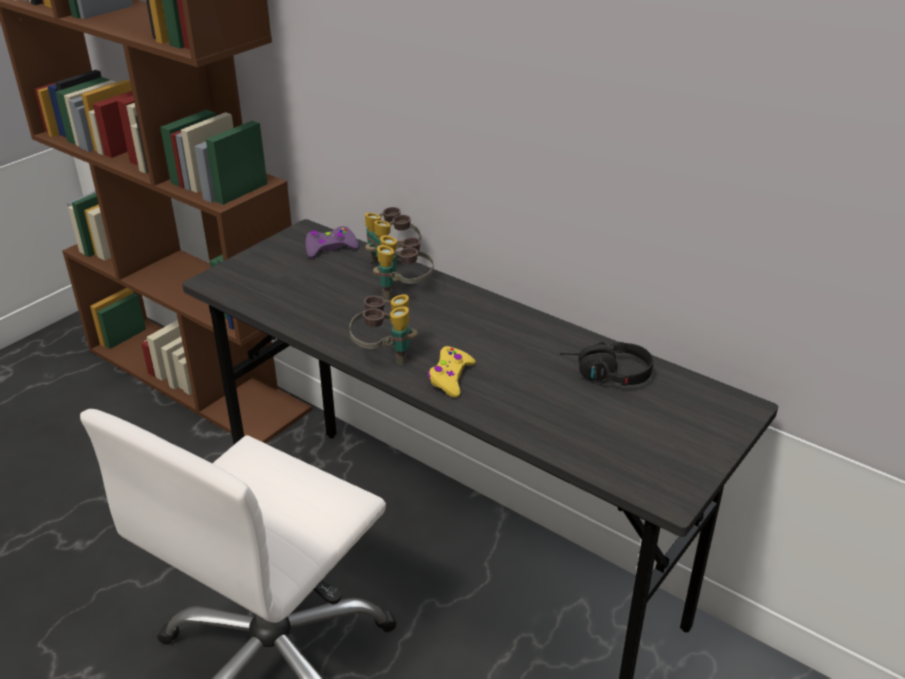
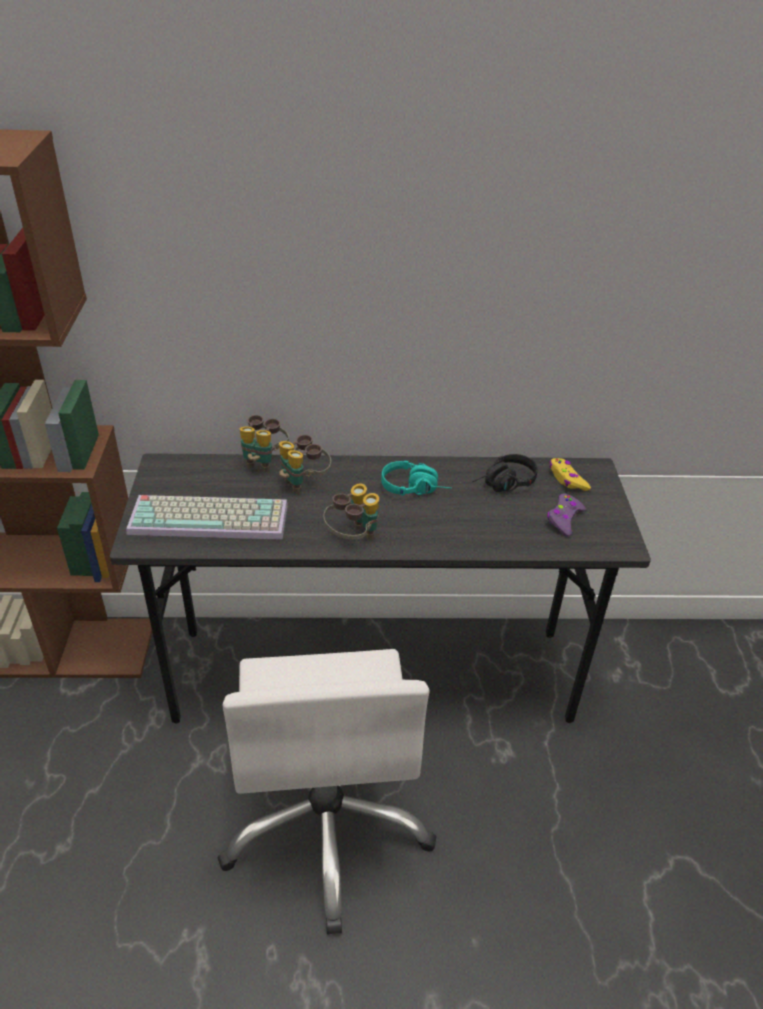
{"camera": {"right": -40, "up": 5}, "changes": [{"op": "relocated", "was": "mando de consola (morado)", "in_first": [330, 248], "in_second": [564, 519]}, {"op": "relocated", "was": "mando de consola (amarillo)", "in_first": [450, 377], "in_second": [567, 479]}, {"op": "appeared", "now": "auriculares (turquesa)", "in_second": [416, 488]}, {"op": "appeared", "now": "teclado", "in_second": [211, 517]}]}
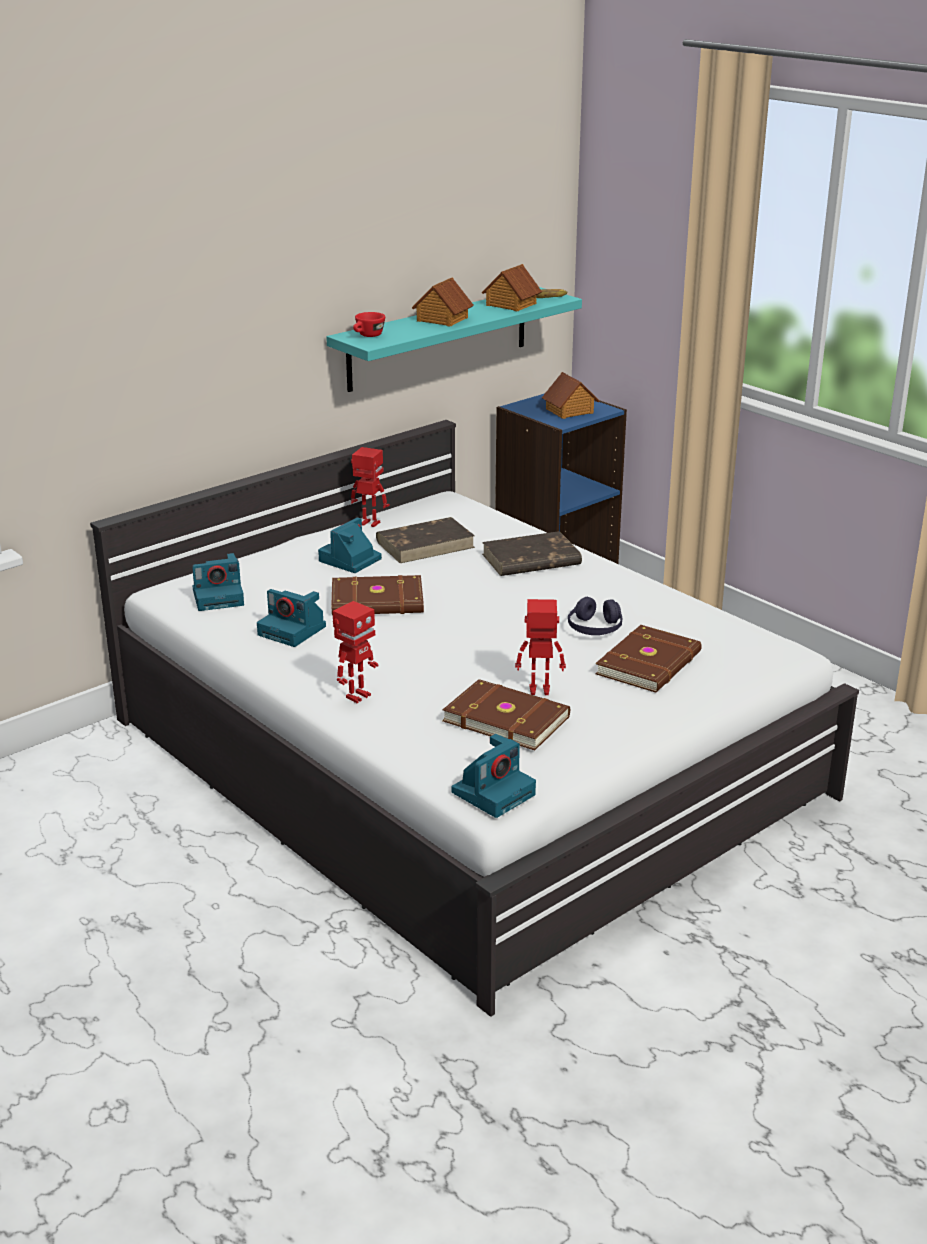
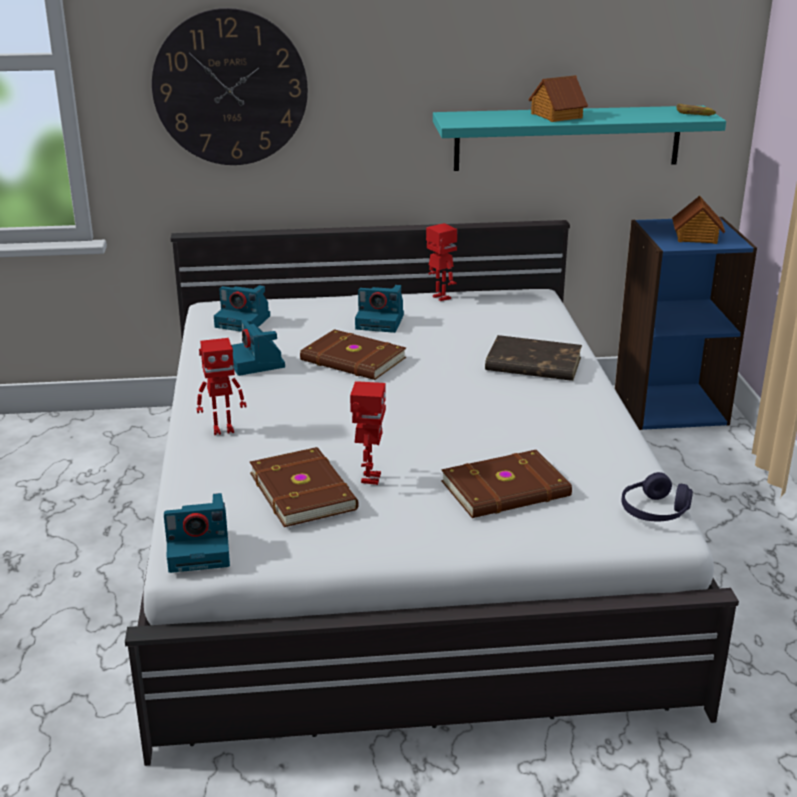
{"camera": {"right": 35, "up": 0}, "changes": [{"op": "missing", "was": "casita", "in_first": [510, 304]}, {"op": "missing", "was": "taza (rojo)", "in_first": [368, 336]}, {"op": "spun", "was": "cámara", "in_first": [349, 560], "in_second": [381, 322], "clockwise": -150}, {"op": "missing", "was": "libro (marrón)", "in_first": [426, 544]}, {"op": "relocated", "was": "auriculares (morado)", "in_first": [595, 628], "in_second": [654, 511]}, {"op": "spun", "was": "robot de juguete", "in_first": [539, 691], "in_second": [369, 478], "clockwise": 60}, {"op": "appeared", "now": "reloj de pared", "in_second": [230, 88]}]}
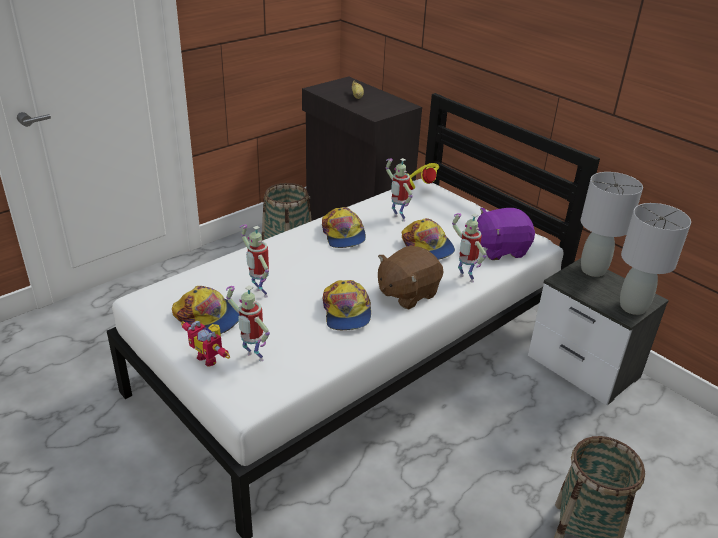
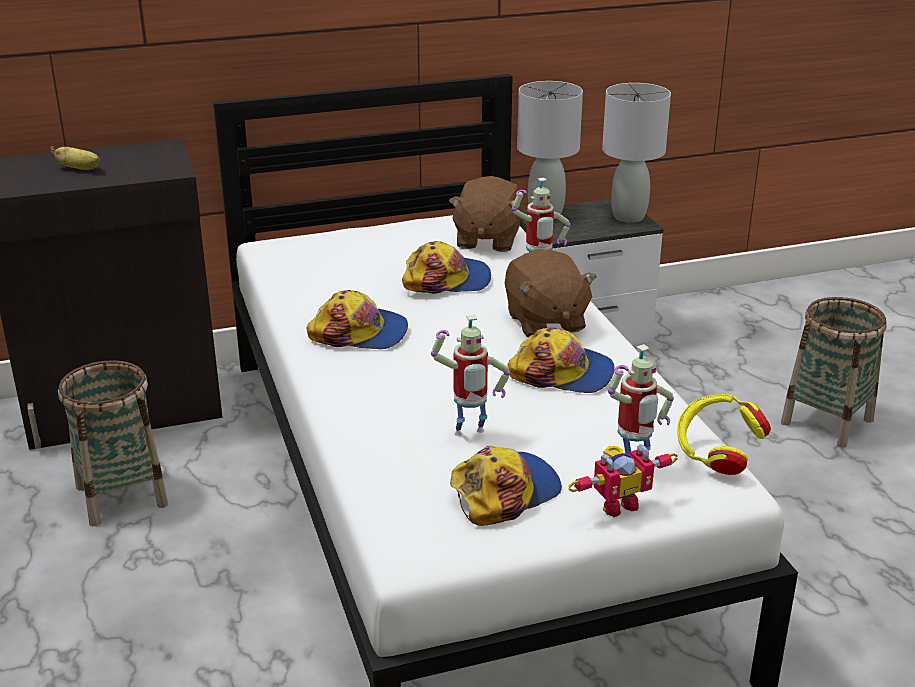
{"camera": {"right": -65, "up": -5}, "changes": [{"op": "missing", "was": "robot de juguete", "in_first": [397, 218]}, {"op": "relocated", "was": "auriculares (amarillo)", "in_first": [421, 186], "in_second": [716, 456]}, {"op": "colour", "was": "peluche (morado)", "now": "peluche (marrón)", "in_first": [499, 249], "in_second": [486, 240]}]}
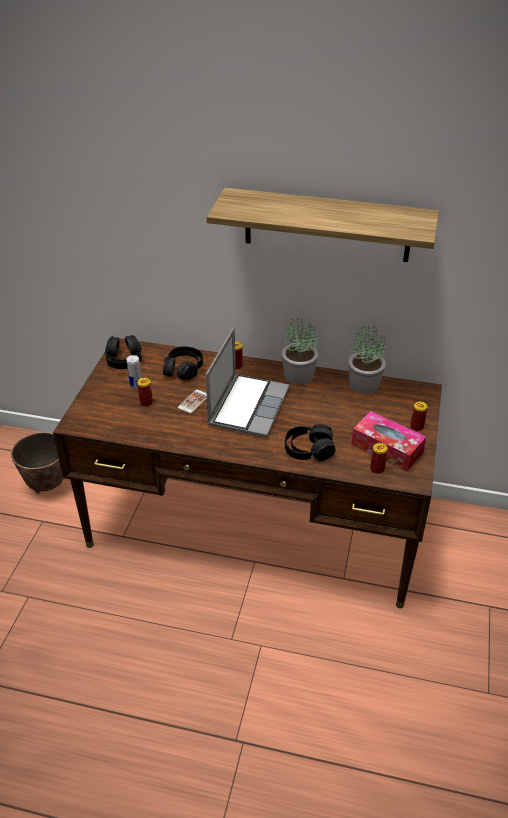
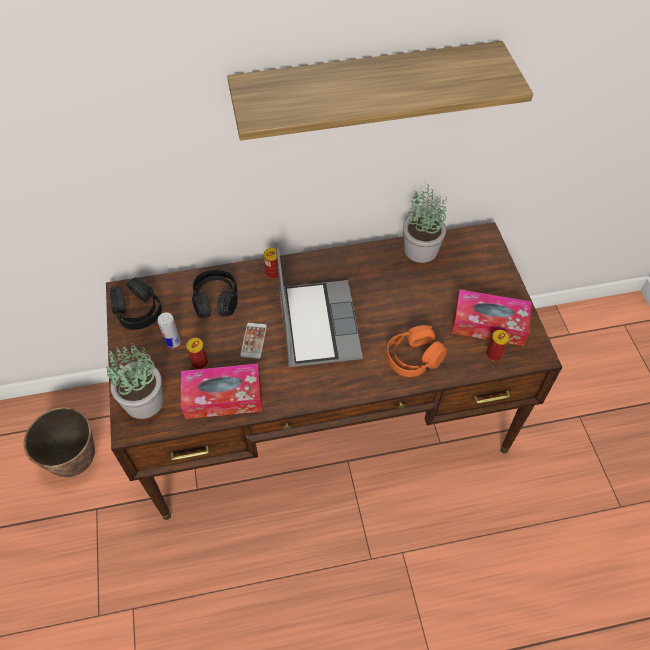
{"camera": {"right": -25, "up": 15}, "changes": [{"op": "relocated", "was": "planta en maceta", "in_first": [298, 375], "in_second": [144, 402]}, {"op": "missing", "was": "lata", "in_first": [416, 427]}, {"op": "colour", "was": "auriculares (negro)", "now": "auriculares (naranja)", "in_first": [308, 450], "in_second": [413, 357]}, {"op": "appeared", "now": "caja de pañuelos", "in_second": [223, 397]}]}
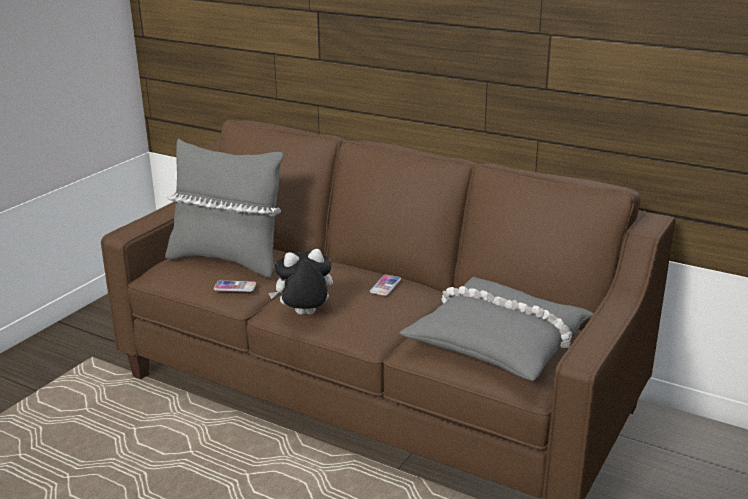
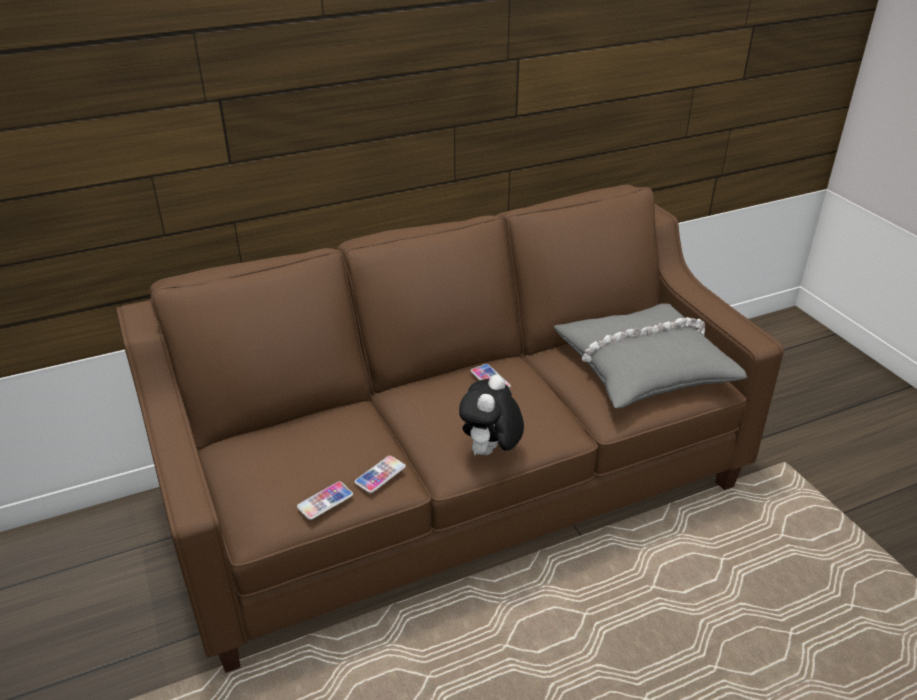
{"camera": {"right": -55, "up": 10}, "changes": [{"op": "missing", "was": "cojín (gris)", "in_first": [227, 260]}, {"op": "appeared", "now": "móvil", "in_second": [325, 501]}]}
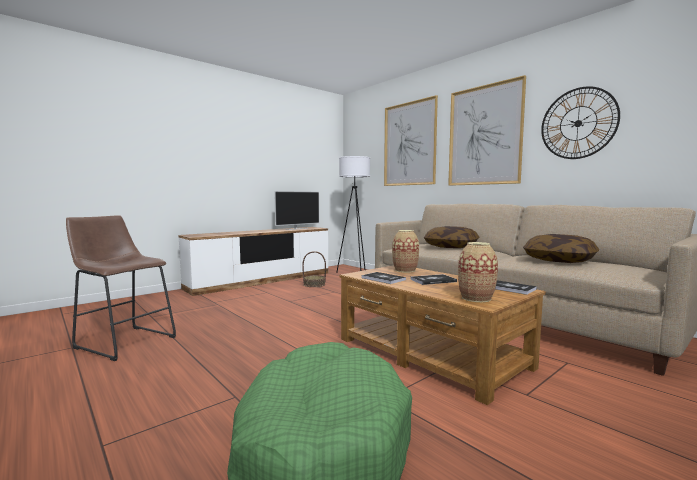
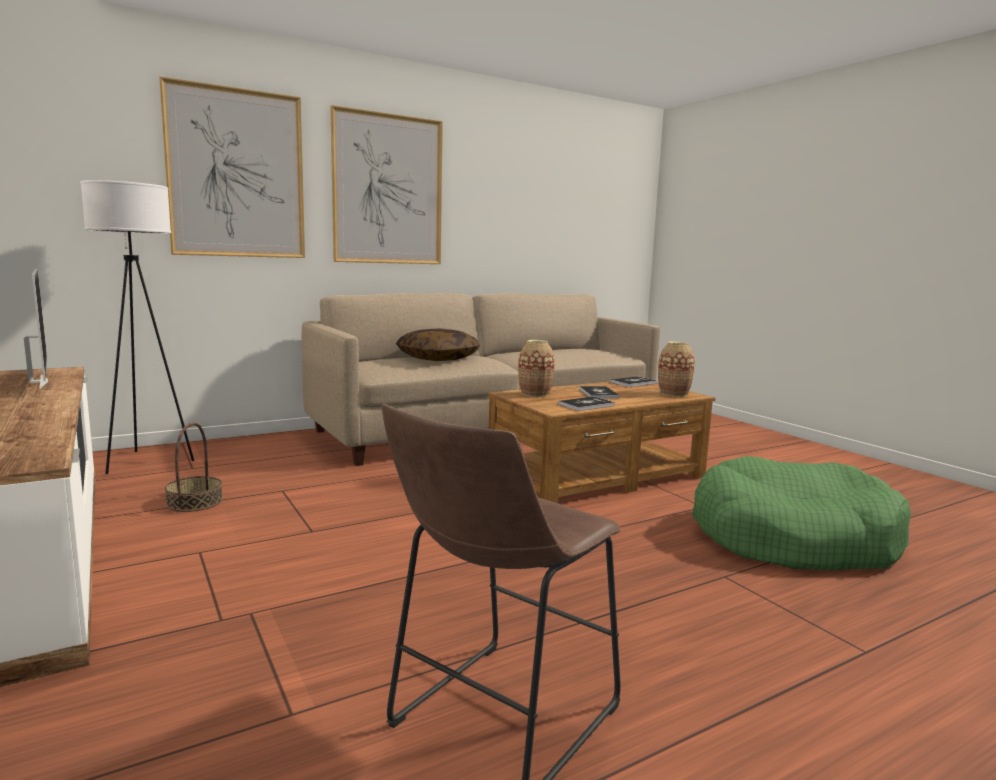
{"camera": {"right": -80, "up": 5}, "changes": [{"op": "missing", "was": "reloj de pared", "in_first": [578, 123]}, {"op": "missing", "was": "cojín", "in_first": [559, 260]}]}
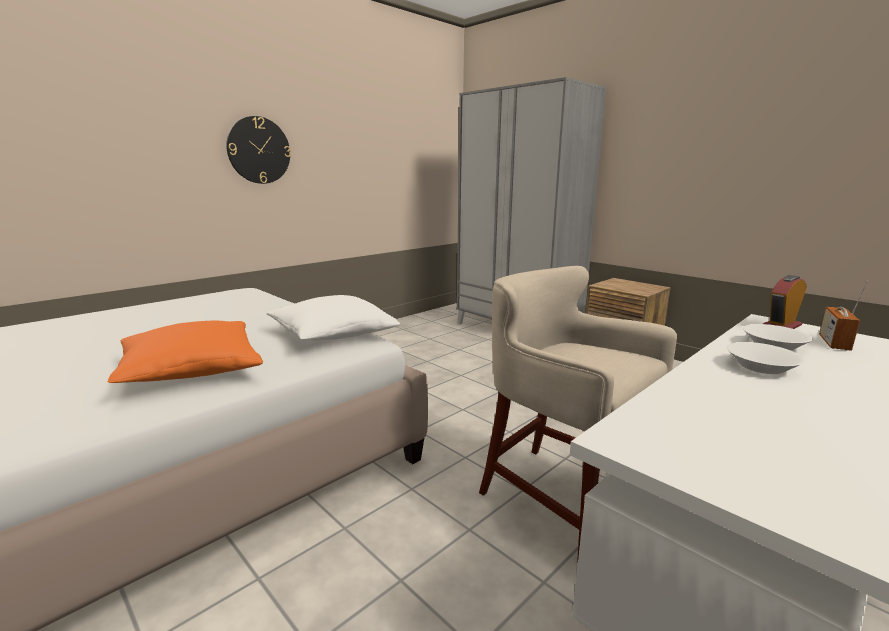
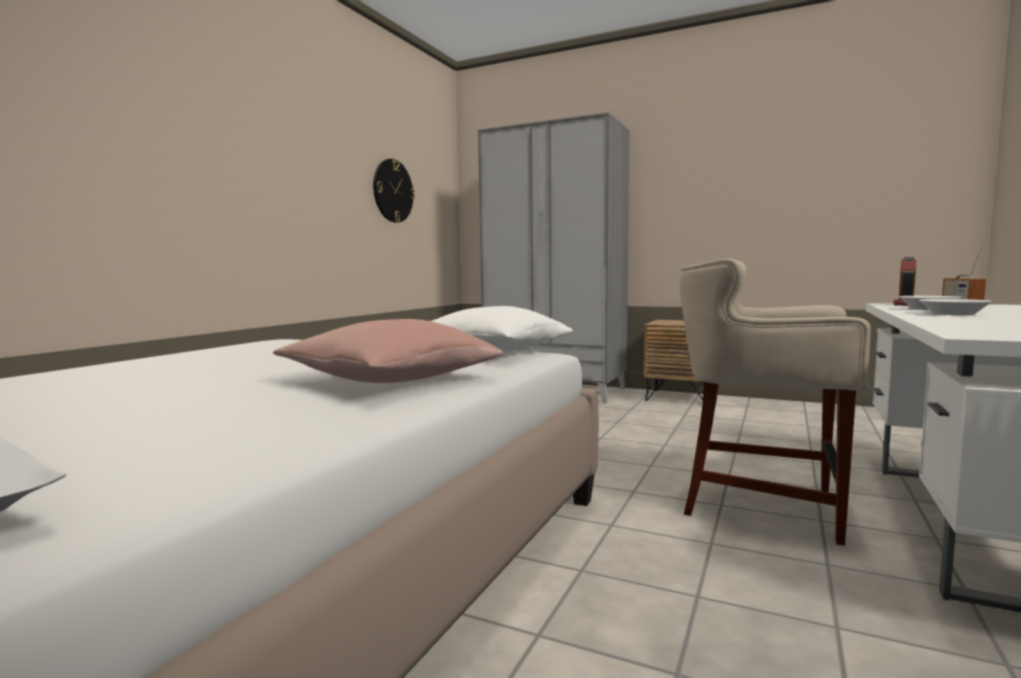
{"camera": {"right": -20, "up": -10}, "changes": [{"op": "relocated", "was": "reloj de pared", "in_first": [259, 150], "in_second": [393, 191]}, {"op": "colour", "was": "cojín (naranja)", "now": "cojín (rosa)", "in_first": [191, 370], "in_second": [390, 380]}]}
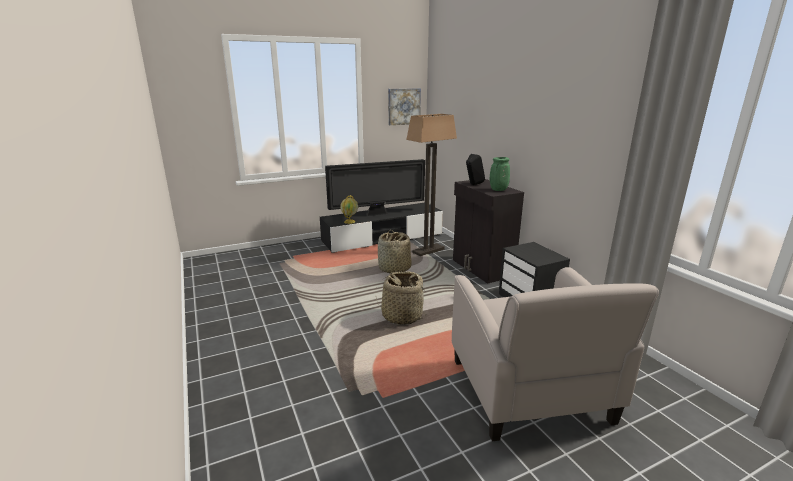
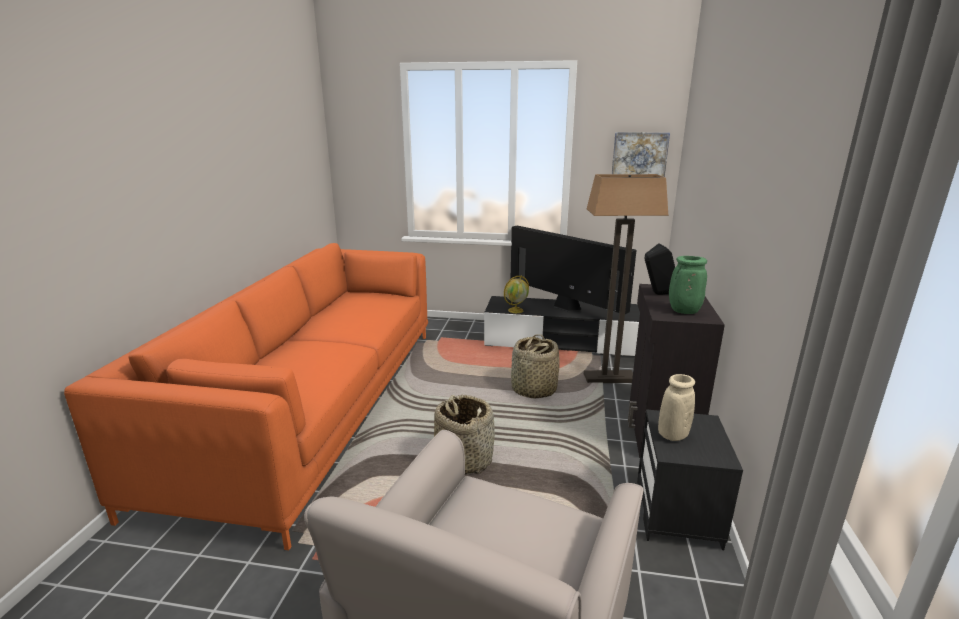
{"camera": {"right": 35, "up": 0}, "changes": [{"op": "spun", "was": "televisor", "in_first": [377, 213], "in_second": [564, 307], "clockwise": -150}, {"op": "appeared", "now": "sofá (naranja)", "in_second": [314, 404]}, {"op": "appeared", "now": "florero (beis)", "in_second": [672, 435]}]}
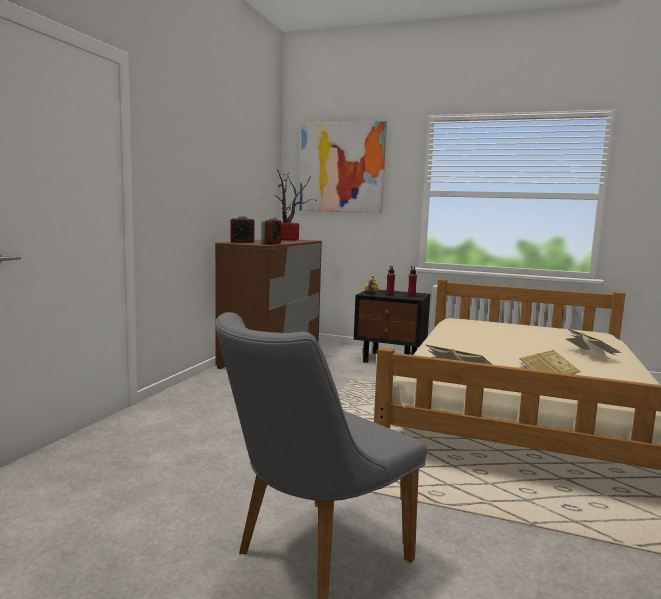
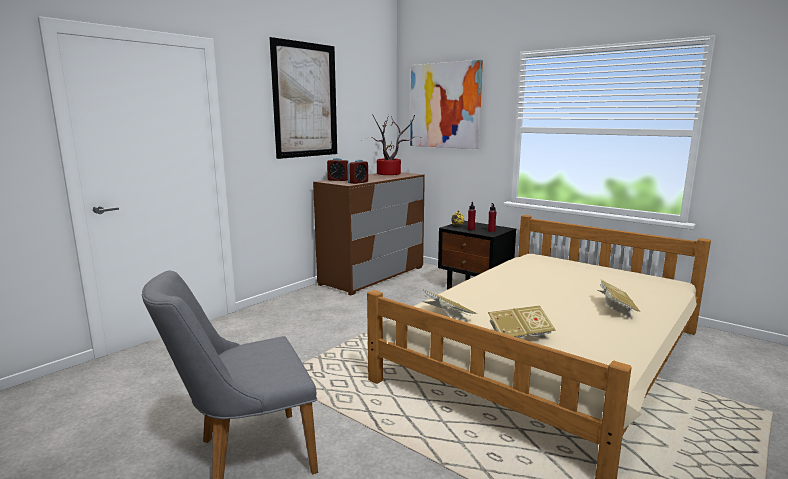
{"camera": {"right": 20, "up": 5}, "changes": [{"op": "appeared", "now": "cuadro", "in_second": [305, 100]}]}
